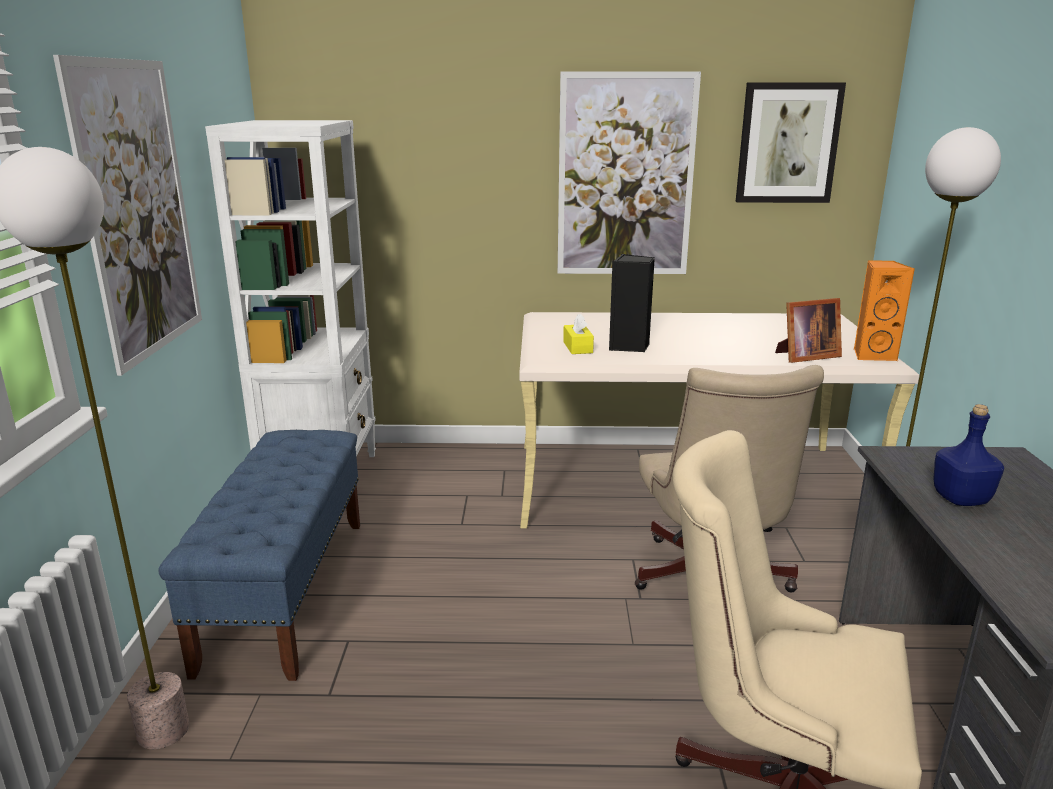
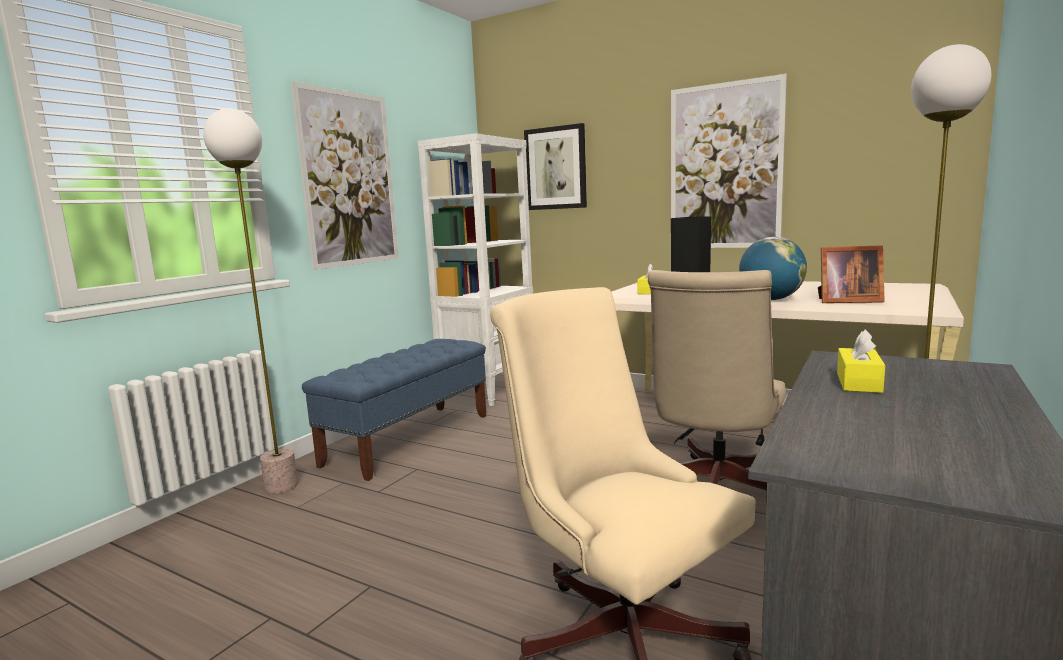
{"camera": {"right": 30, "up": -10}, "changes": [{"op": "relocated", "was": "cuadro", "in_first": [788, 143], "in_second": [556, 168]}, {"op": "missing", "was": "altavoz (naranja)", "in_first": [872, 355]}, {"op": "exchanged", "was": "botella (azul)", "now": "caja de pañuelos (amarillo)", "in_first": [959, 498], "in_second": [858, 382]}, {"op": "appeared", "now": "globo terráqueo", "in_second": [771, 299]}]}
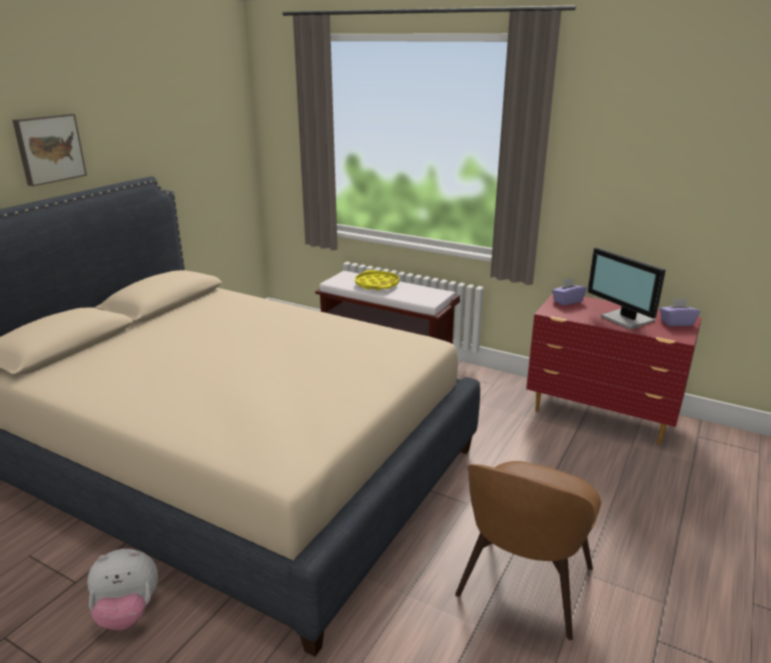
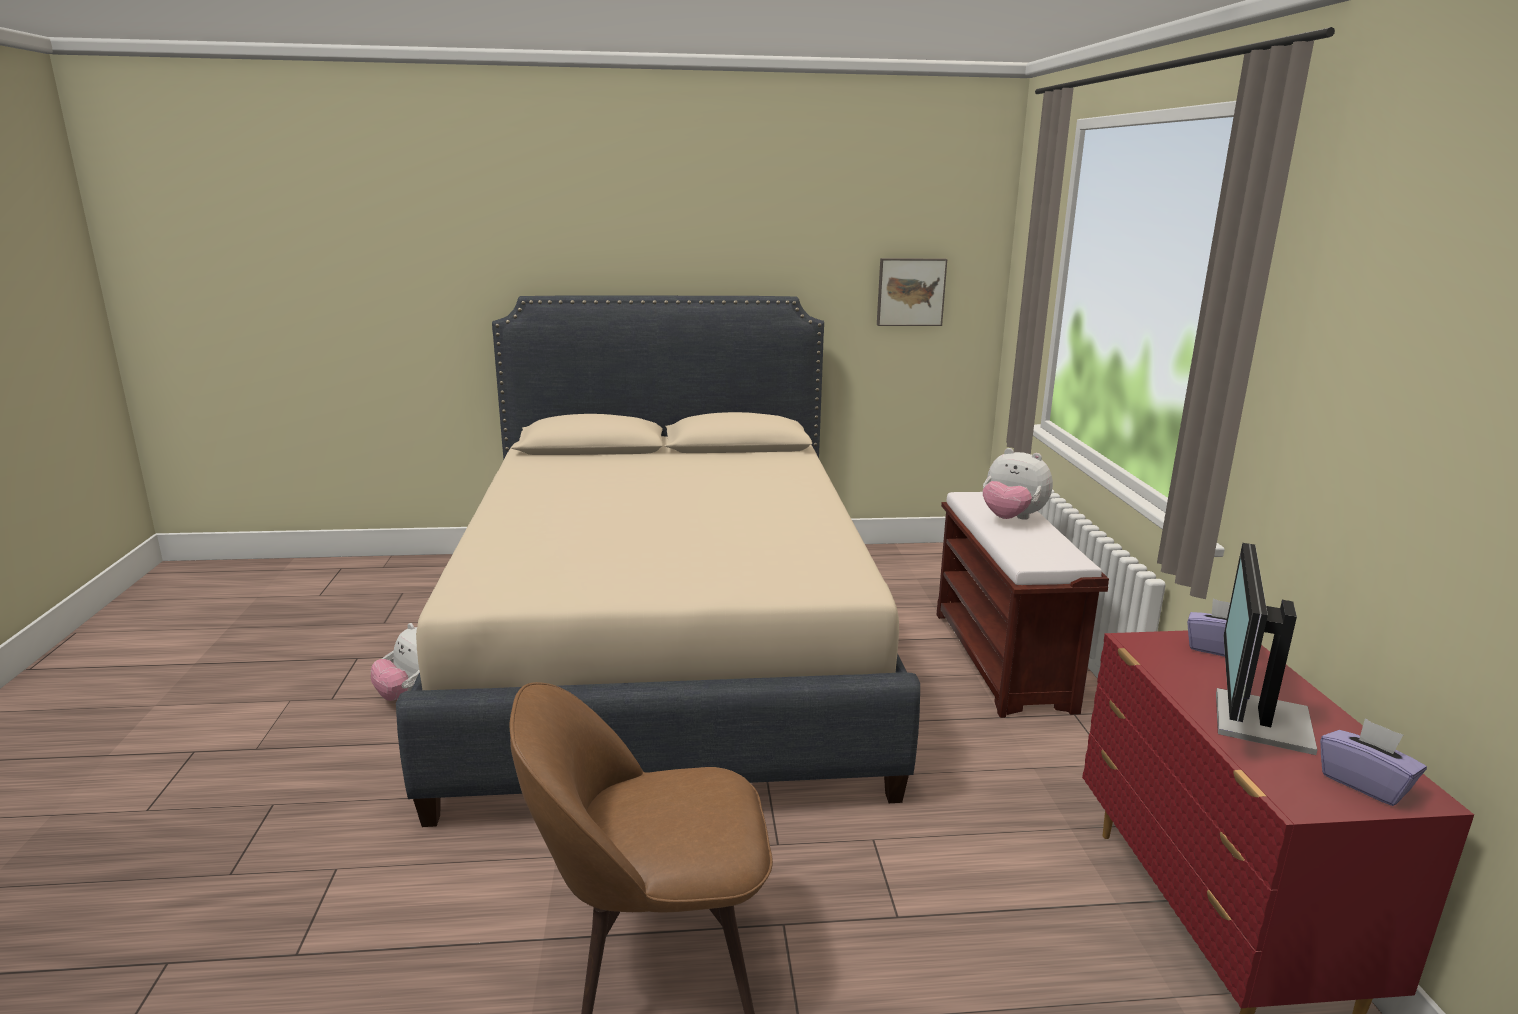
{"camera": {"right": 55, "up": -5}, "changes": [{"op": "relocated", "was": "cuadro", "in_first": [49, 148], "in_second": [910, 291]}, {"op": "exchanged", "was": "bandeja (amarillo)", "now": "peluche", "in_first": [377, 284], "in_second": [1012, 519]}]}
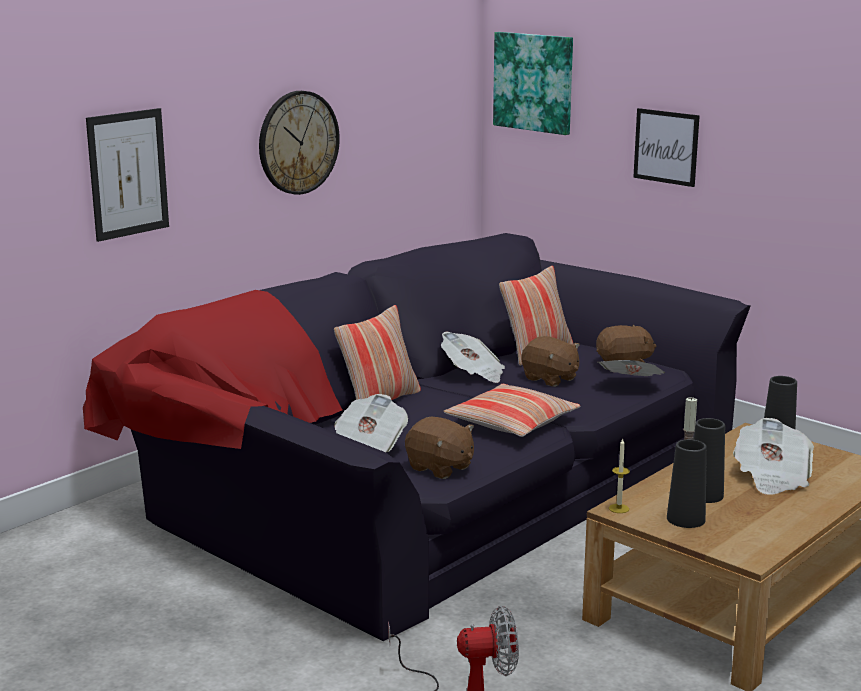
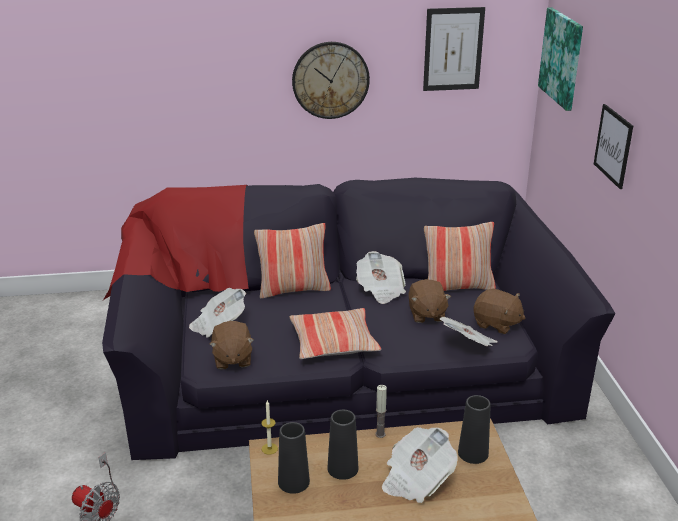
{"camera": {"right": 40, "up": 10}, "changes": [{"op": "relocated", "was": "cuadro", "in_first": [128, 174], "in_second": [453, 49]}]}
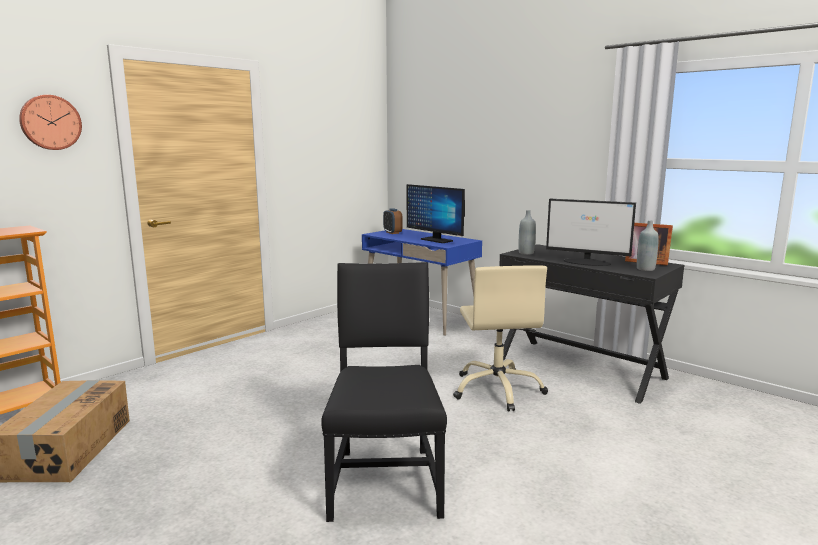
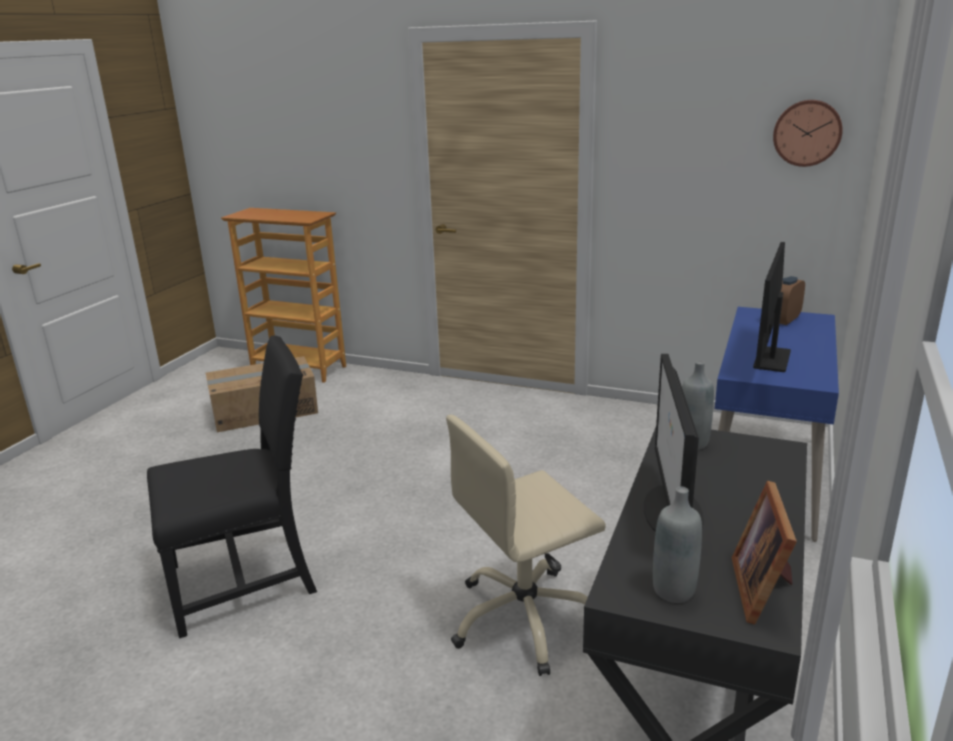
{"camera": {"right": 70, "up": 10}, "changes": [{"op": "relocated", "was": "reloj de pared", "in_first": [50, 122], "in_second": [807, 133]}]}
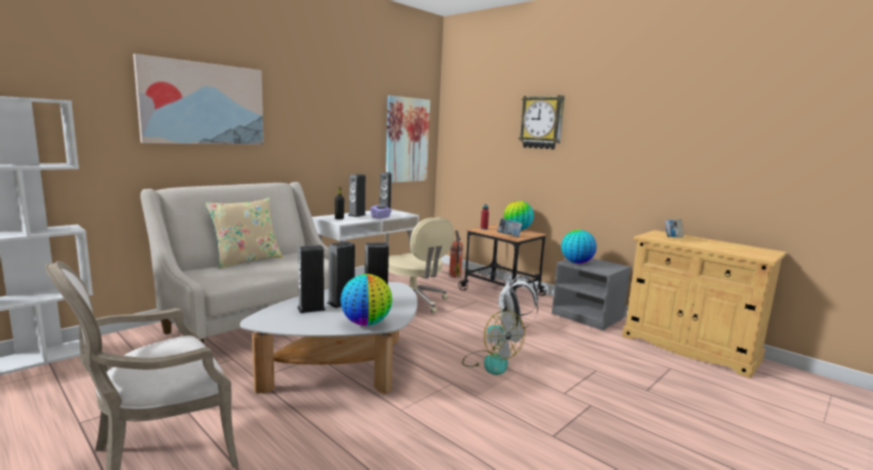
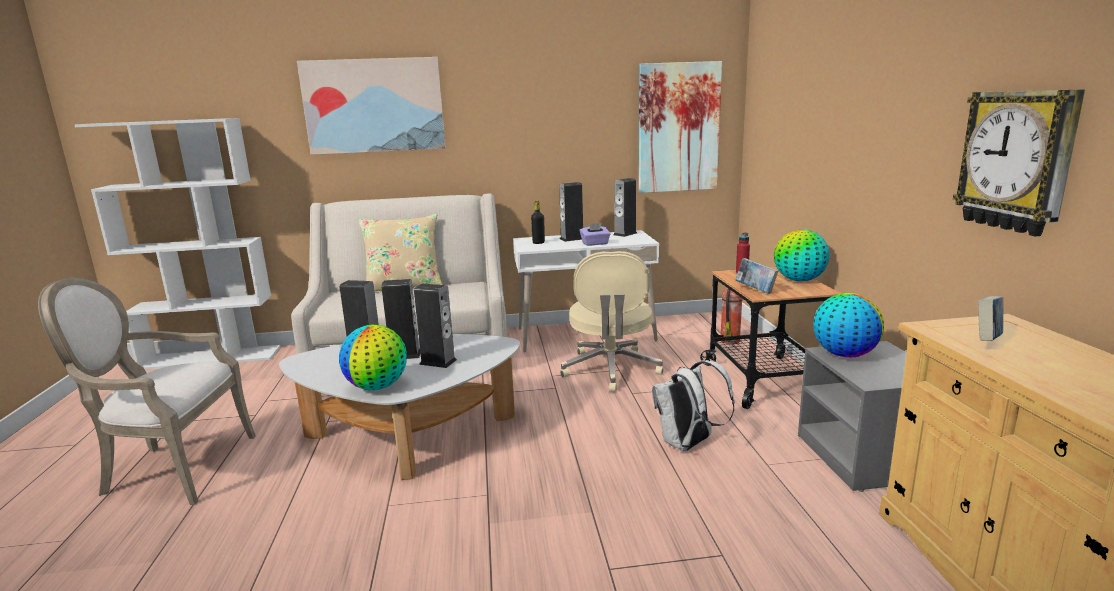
{"camera": {"right": 40, "up": 5}, "changes": [{"op": "relocated", "was": "reloj de pared", "in_first": [542, 122], "in_second": [1016, 161]}, {"op": "missing", "was": "ventilador", "in_first": [490, 362]}]}
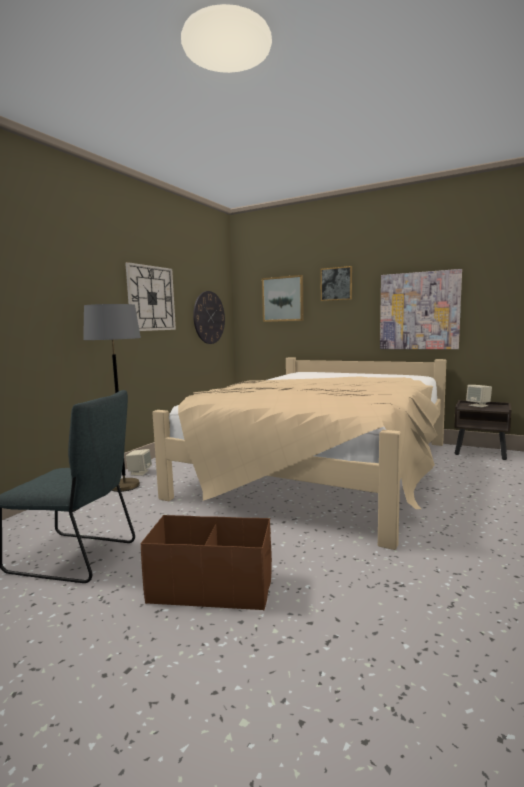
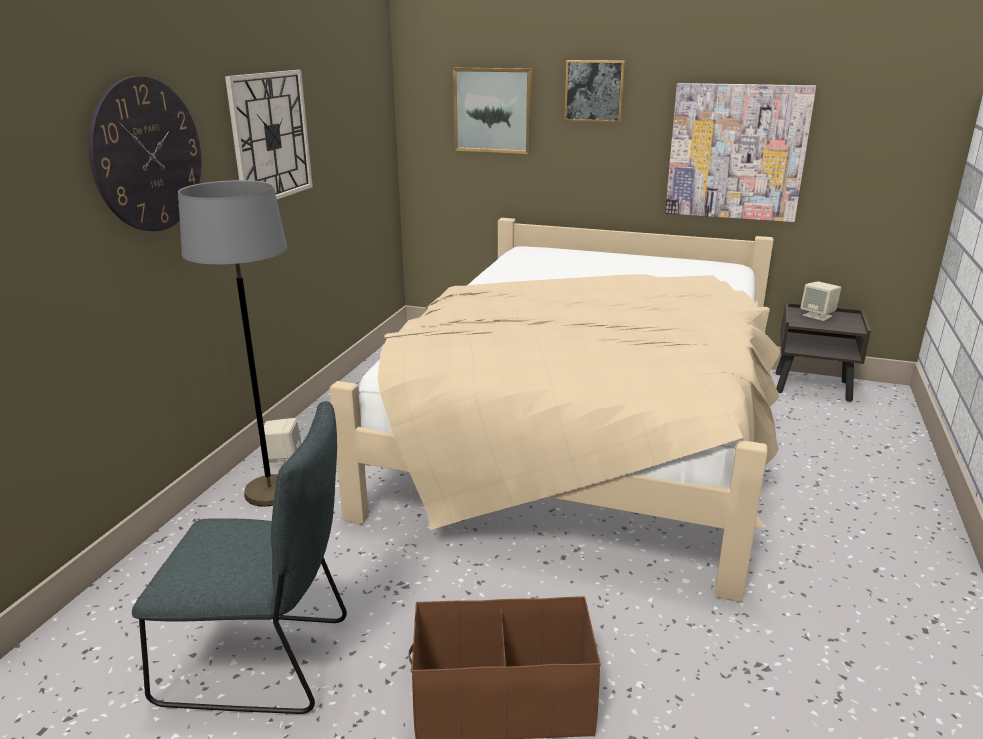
{"camera": {"right": -10, "up": 15}, "changes": [{"op": "relocated", "was": "reloj de pared", "in_first": [209, 317], "in_second": [148, 155]}]}
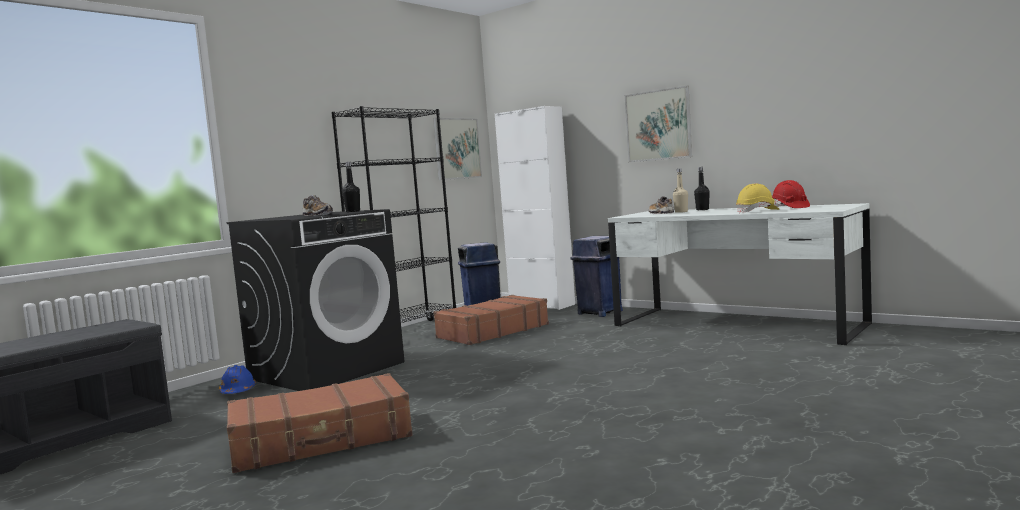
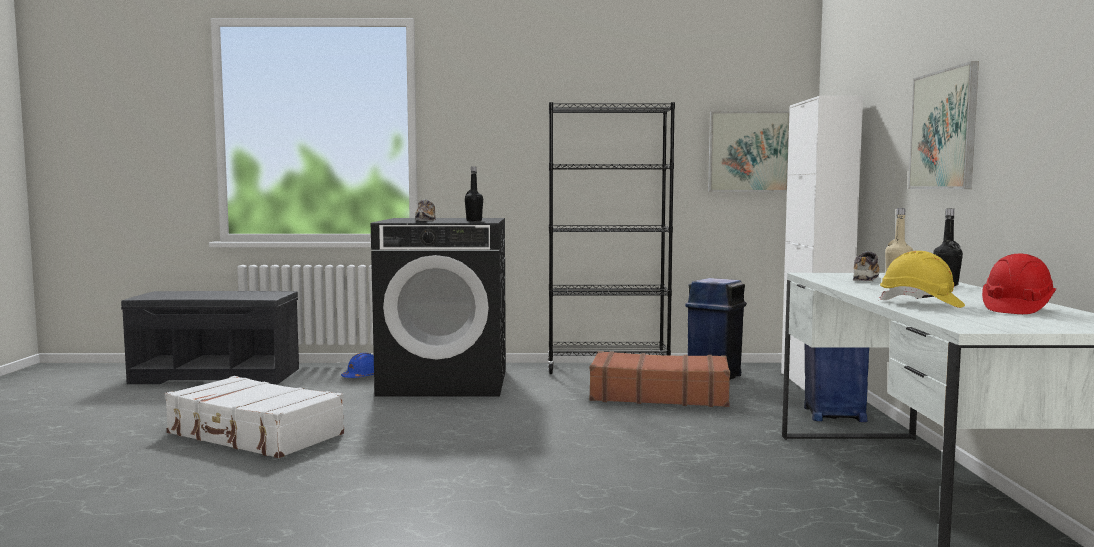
{"camera": {"right": 50, "up": 0}, "changes": [{"op": "colour", "was": "maleta (marrón)", "now": "maleta (blanco)", "in_first": [322, 440], "in_second": [254, 435]}]}
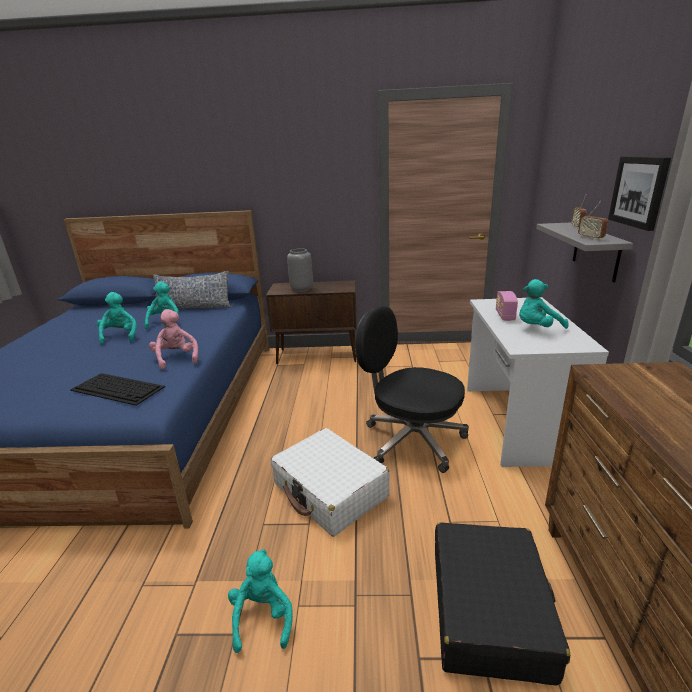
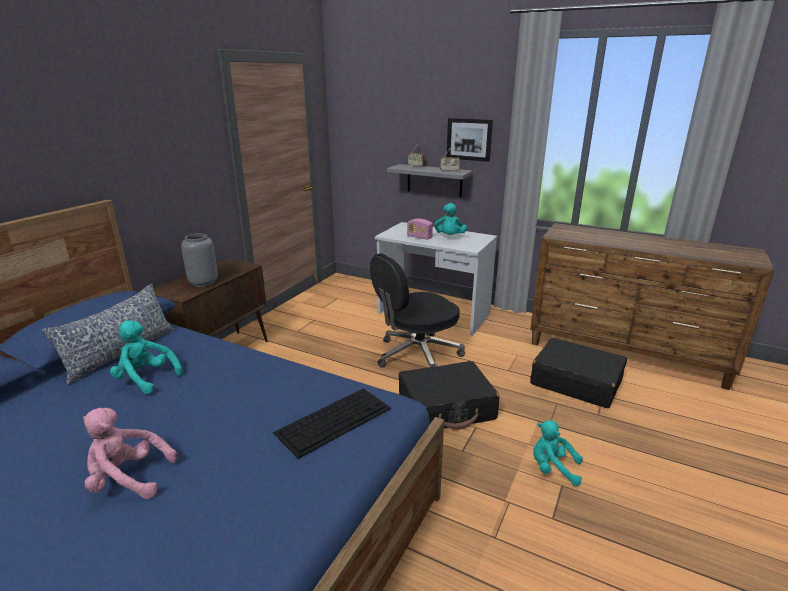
{"camera": {"right": -65, "up": 0}, "changes": [{"op": "missing", "was": "peluche (turquesa)", "in_first": [120, 336]}, {"op": "relocated", "was": "peluche (rosa)", "in_first": [176, 358], "in_second": [128, 479]}, {"op": "colour", "was": "maleta (blanco)", "now": "maleta (negro)", "in_first": [330, 491], "in_second": [446, 407]}]}
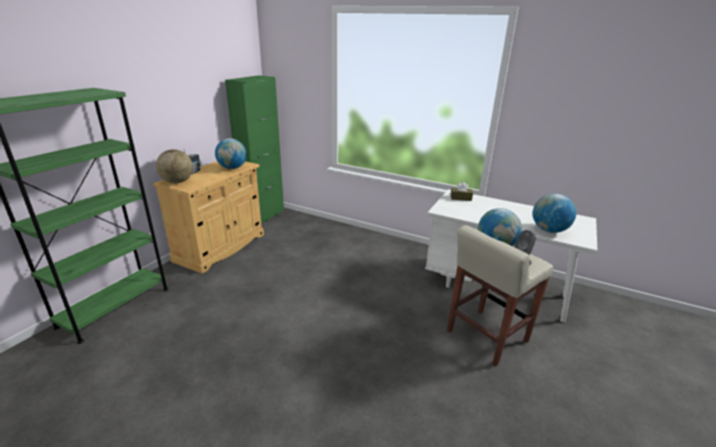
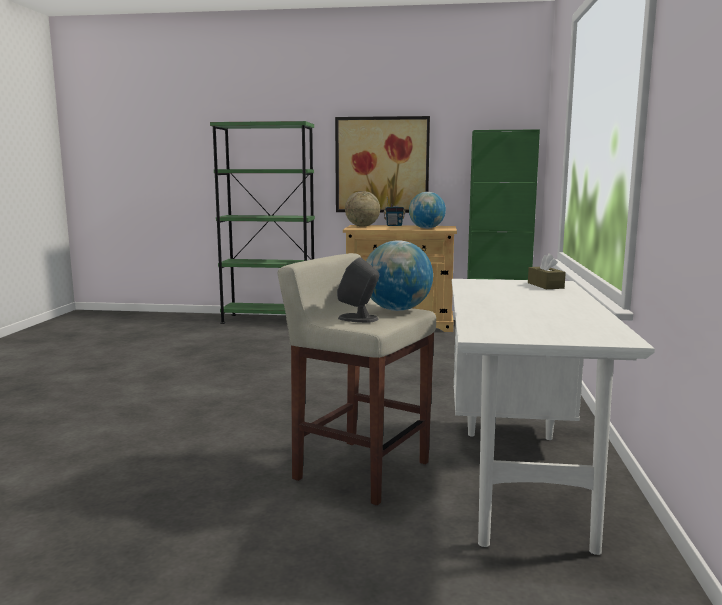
{"camera": {"right": 70, "up": -15}, "changes": [{"op": "missing", "was": "globo terráqueo", "in_first": [549, 230]}, {"op": "appeared", "now": "cuadro", "in_second": [382, 165]}]}
